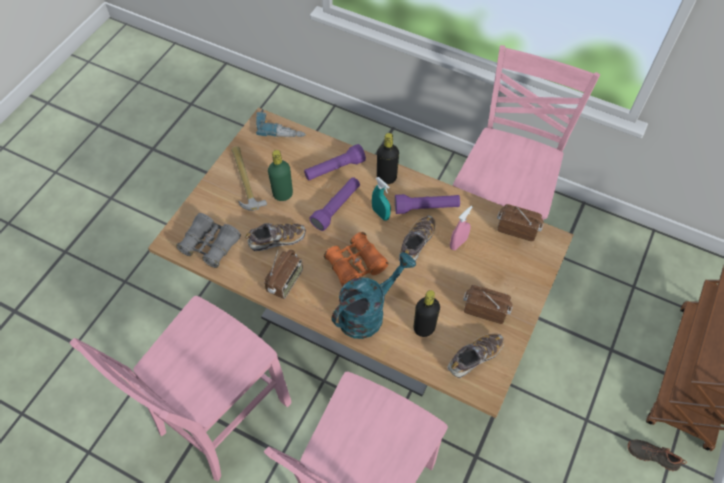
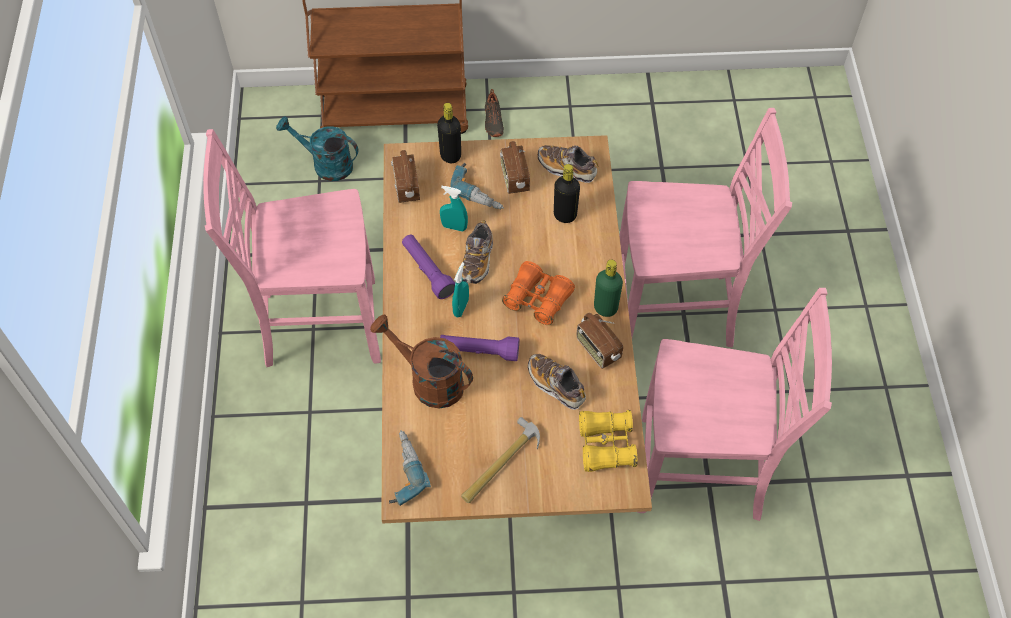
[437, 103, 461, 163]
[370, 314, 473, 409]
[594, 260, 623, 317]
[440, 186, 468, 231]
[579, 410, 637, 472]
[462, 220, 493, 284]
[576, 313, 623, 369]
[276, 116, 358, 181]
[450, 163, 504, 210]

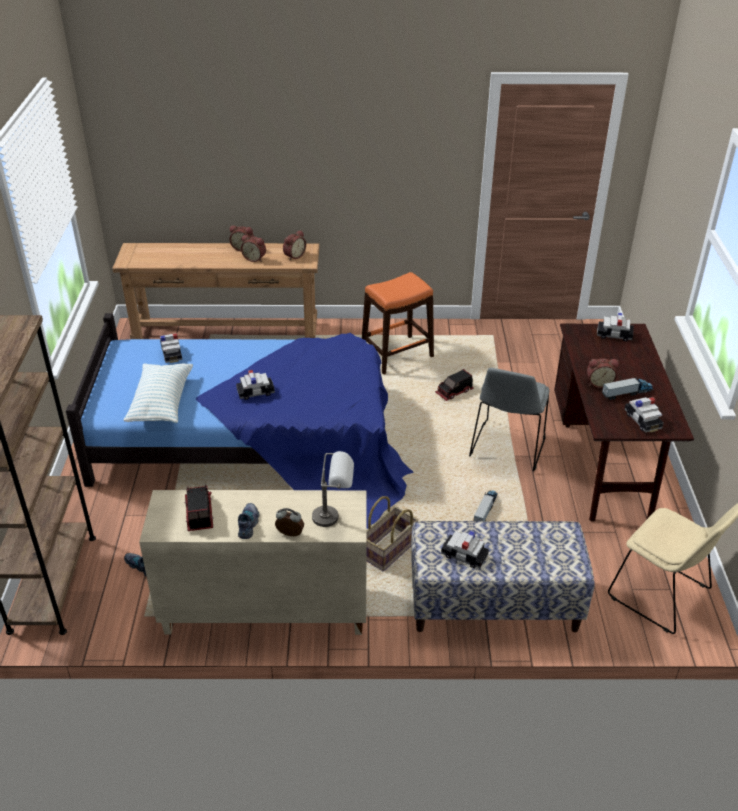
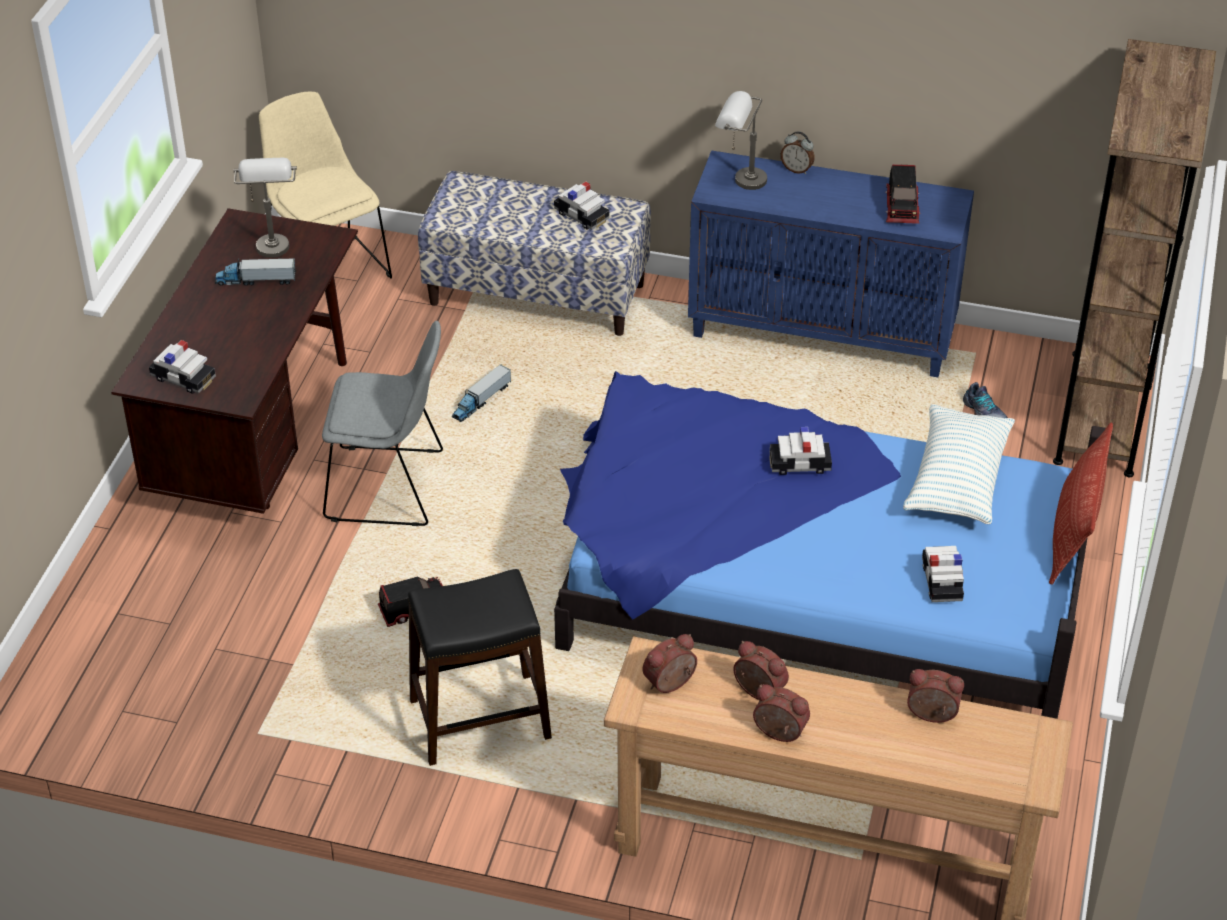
[408, 569, 552, 766]
[907, 669, 964, 723]
[322, 321, 443, 526]
[233, 158, 297, 258]
[688, 150, 974, 377]
[366, 496, 418, 571] (first image)
[238, 503, 259, 539] (first image)
[1049, 422, 1113, 585]

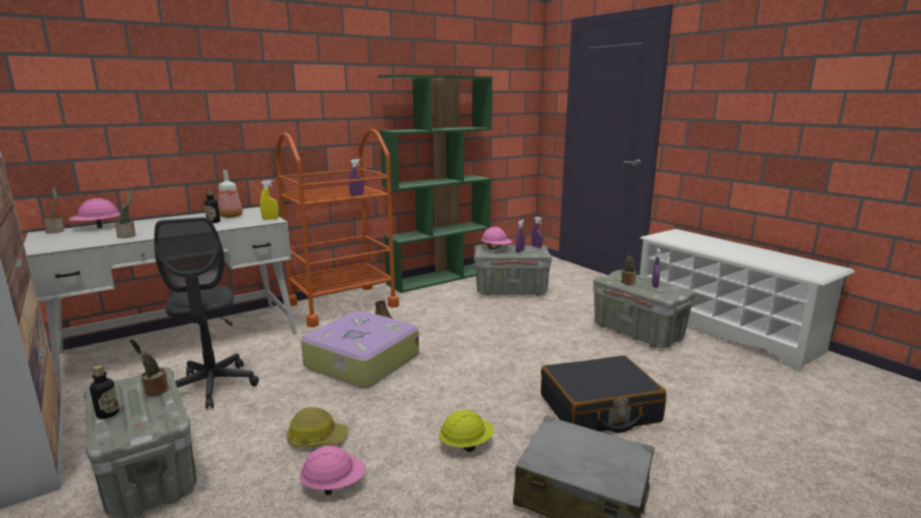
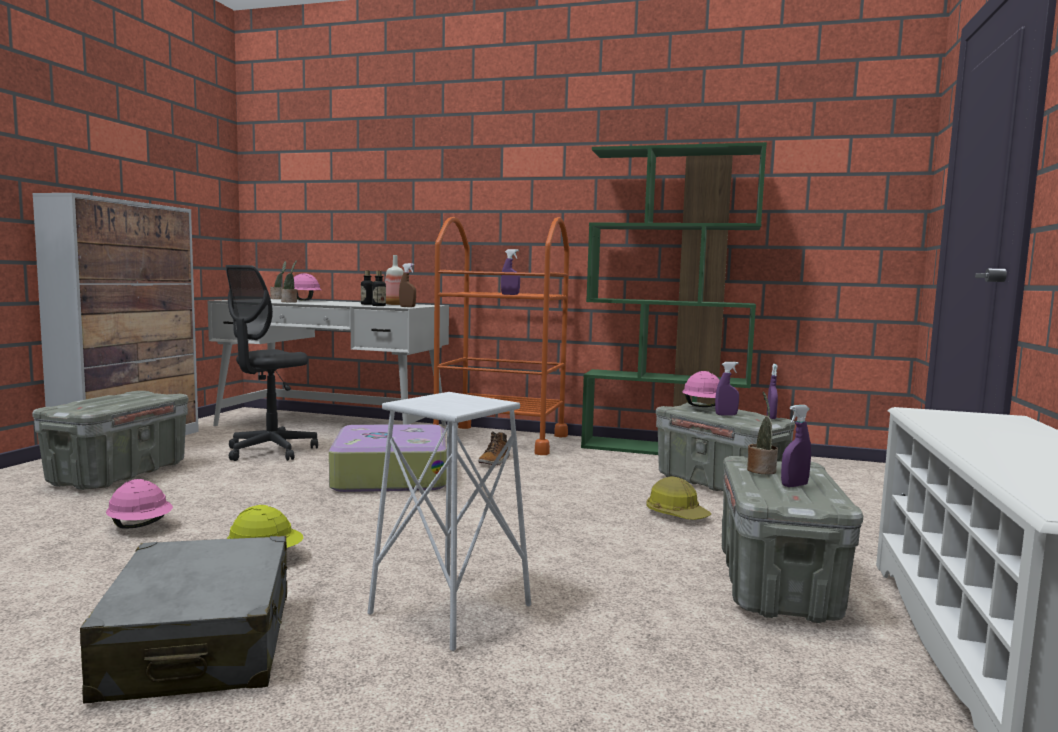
[399, 263, 416, 307]
[130, 339, 169, 396] (first image)
[367, 392, 531, 651]
[372, 271, 386, 306]
[647, 476, 711, 520]

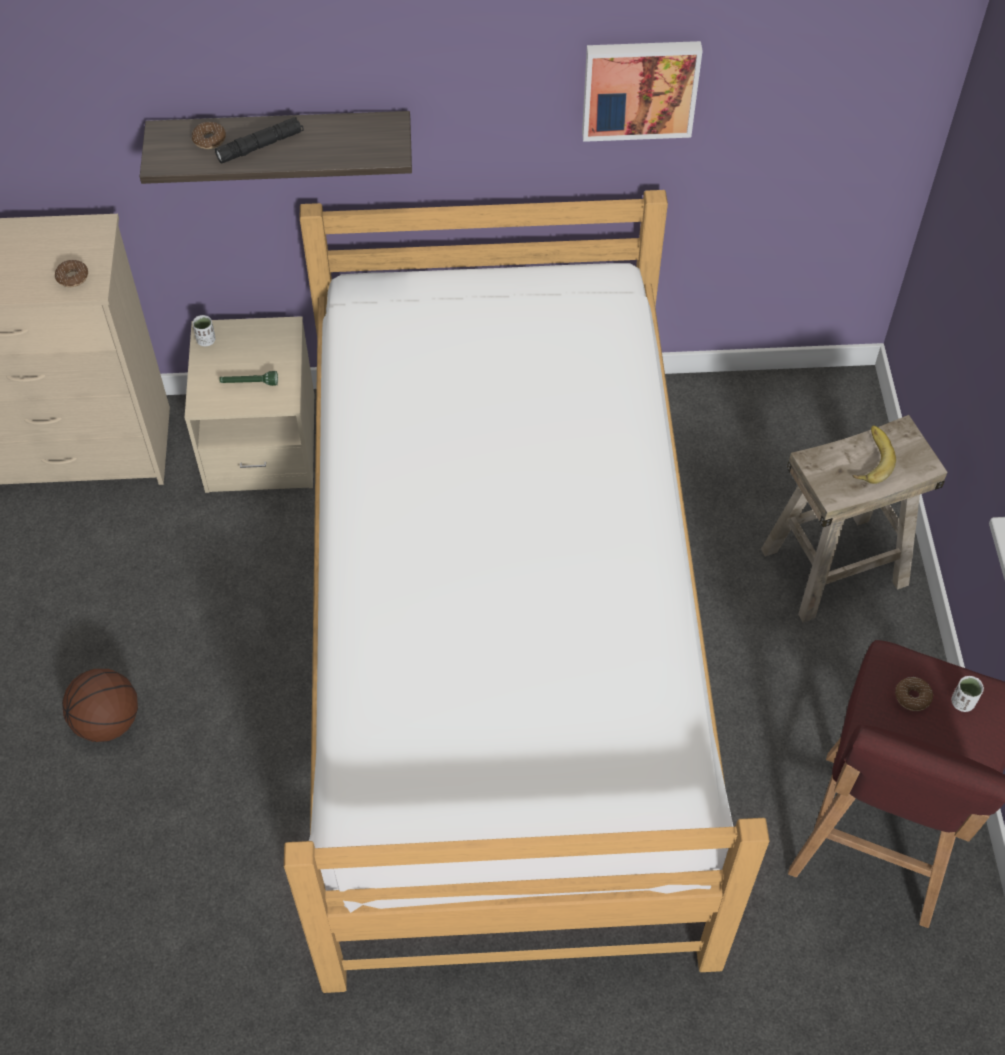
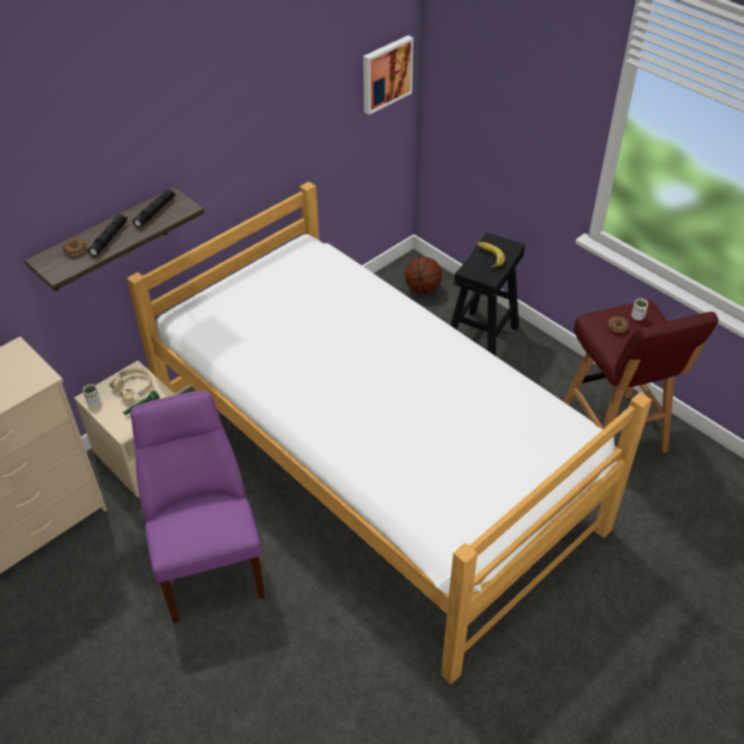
[363, 35, 414, 115]
[55, 260, 88, 287] (first image)
[450, 232, 525, 356]
[405, 257, 442, 294]
[133, 189, 175, 228]
[109, 368, 152, 402]
[130, 390, 265, 623]

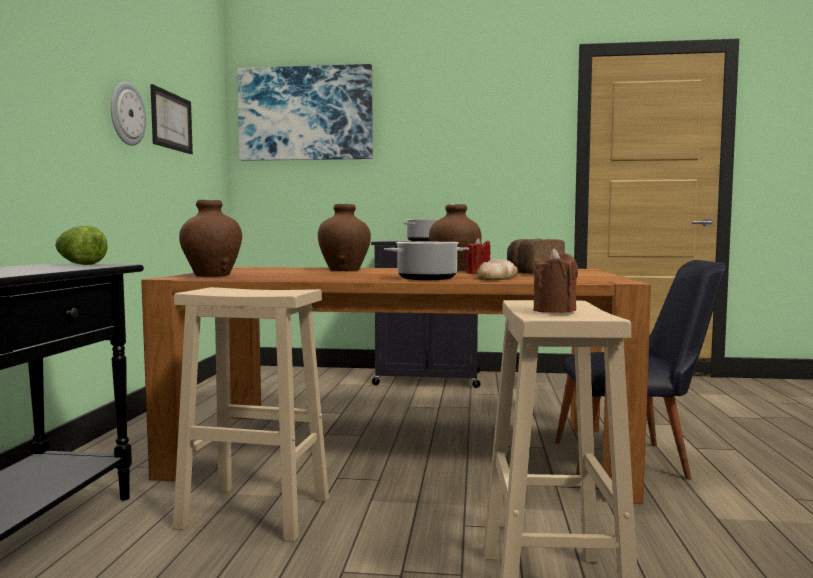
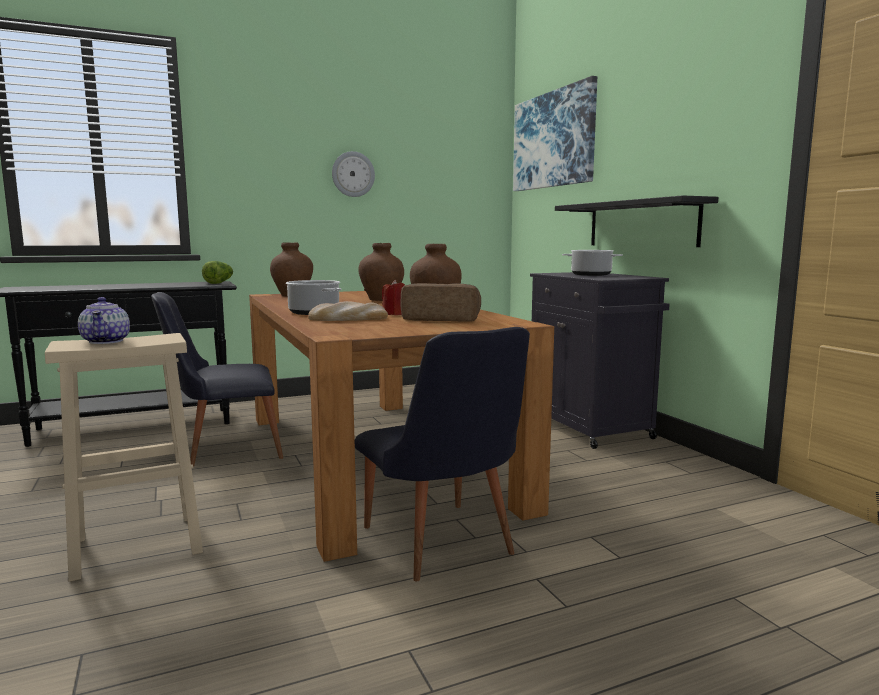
[150, 84, 193, 154] (first image)
[78, 297, 130, 344]
[151, 292, 283, 467]
[555, 195, 718, 247]

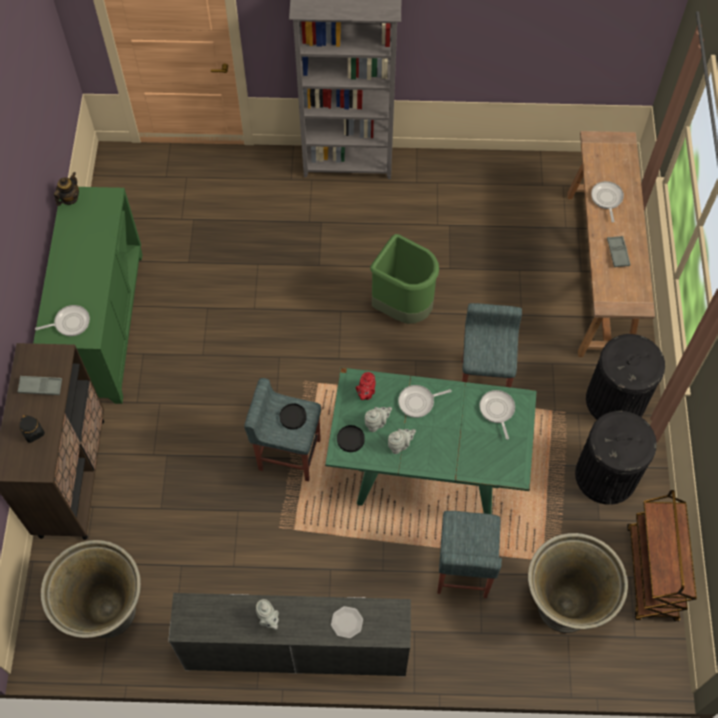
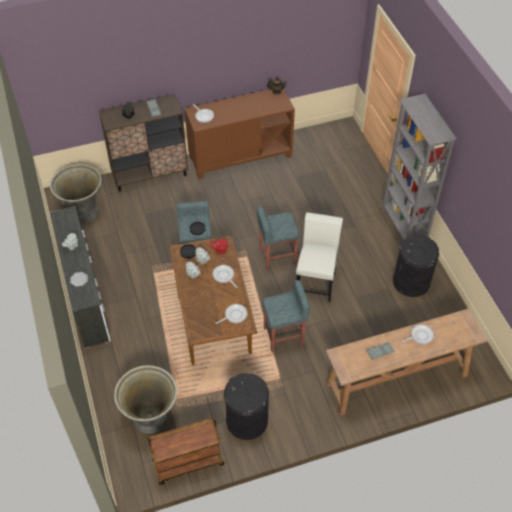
[184, 89, 295, 179]
[296, 212, 343, 302]
[393, 235, 439, 297]
[169, 235, 257, 365]
[257, 206, 300, 270]

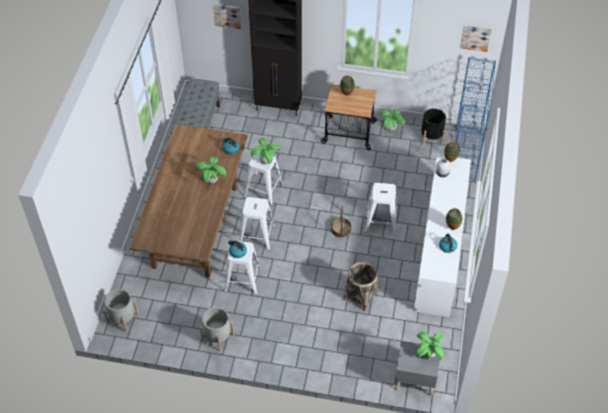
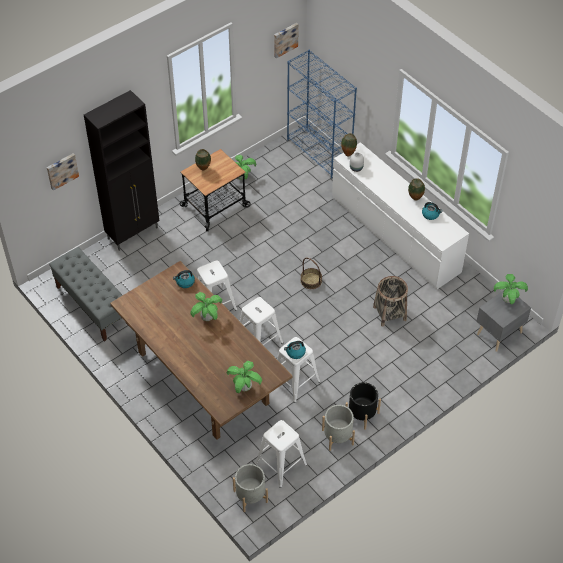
[346, 382, 381, 430]
[227, 361, 262, 393]
[255, 420, 307, 488]

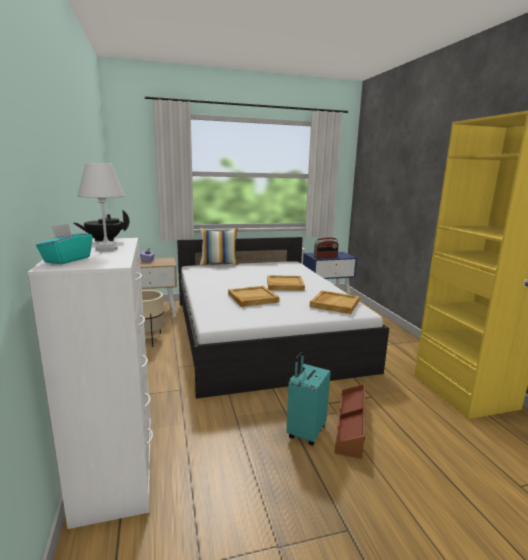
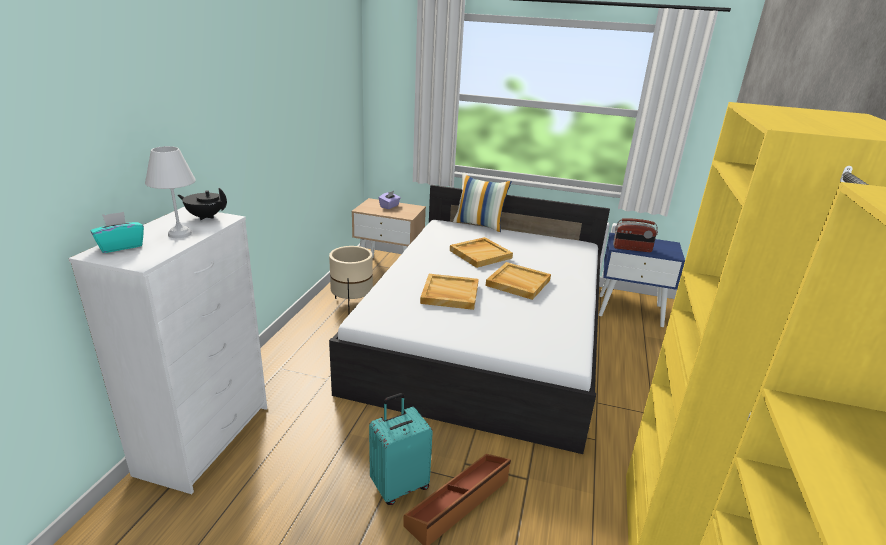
[450, 237, 513, 268]

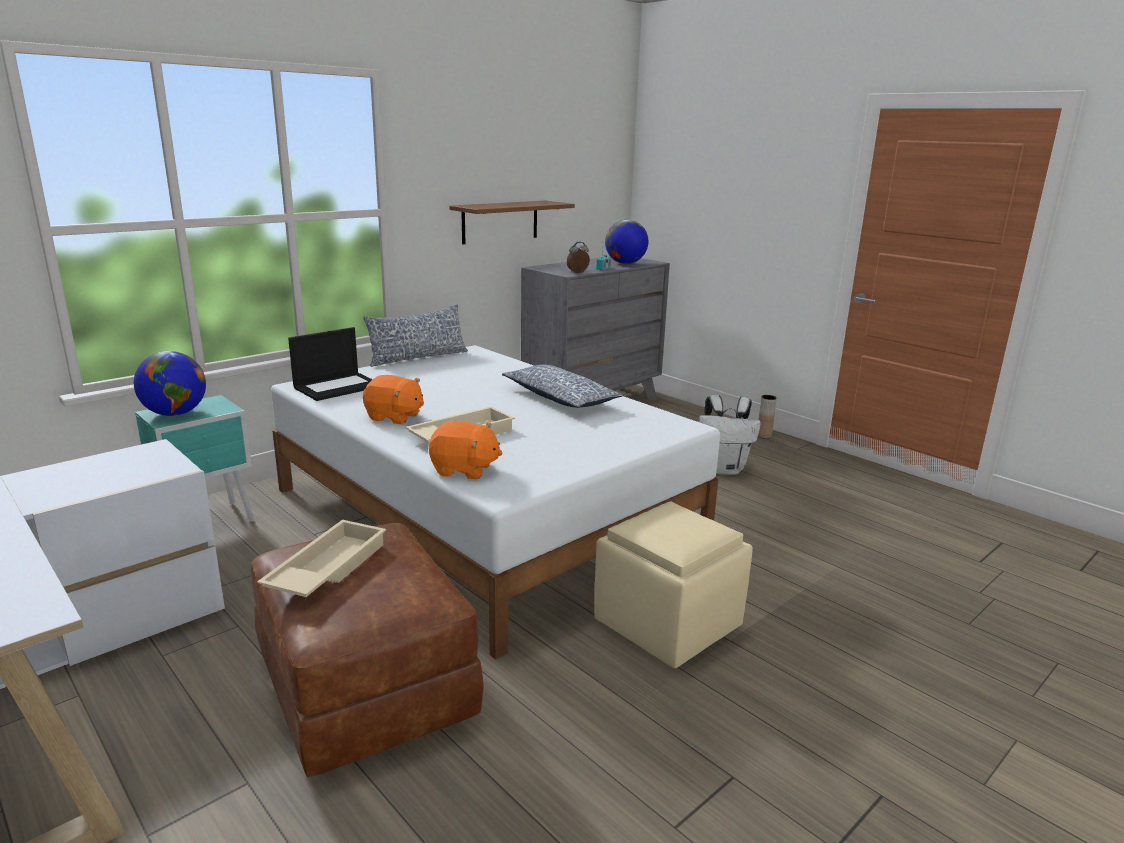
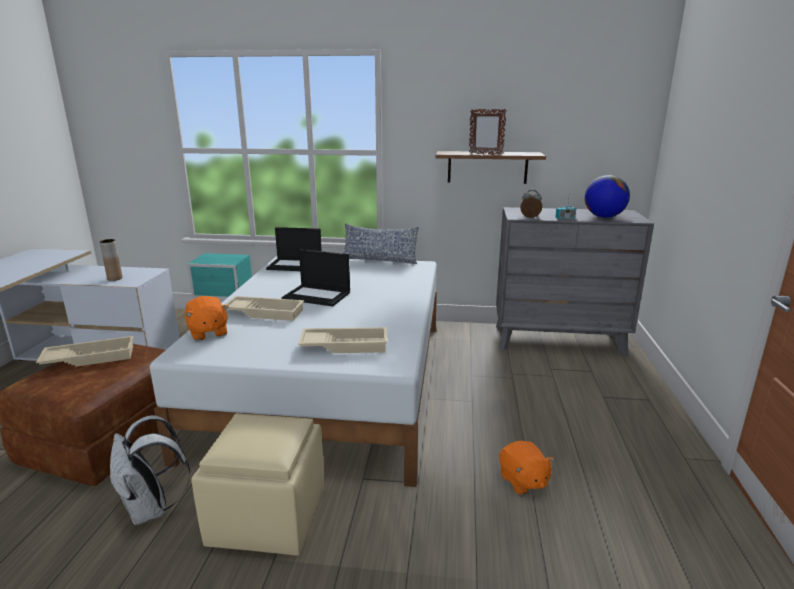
[134, 351, 206, 416] (first image)
[502, 364, 623, 408] (first image)
[499, 441, 554, 495]
[110, 415, 190, 525]
[100, 239, 123, 281]
[469, 109, 507, 155]
[282, 249, 350, 306]
[298, 327, 387, 353]

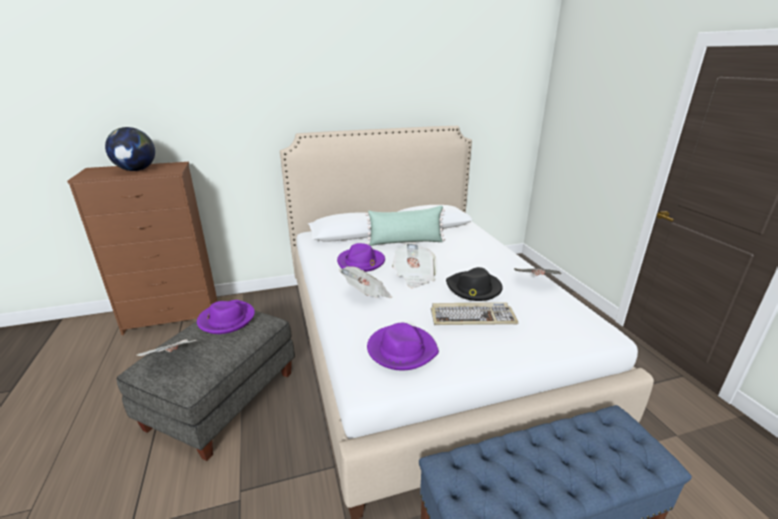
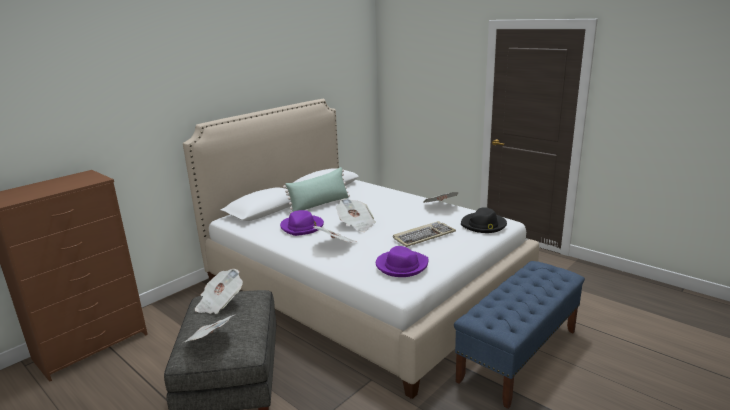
[105, 127, 155, 171] (first image)
[461, 207, 507, 233]
[195, 269, 243, 314]

